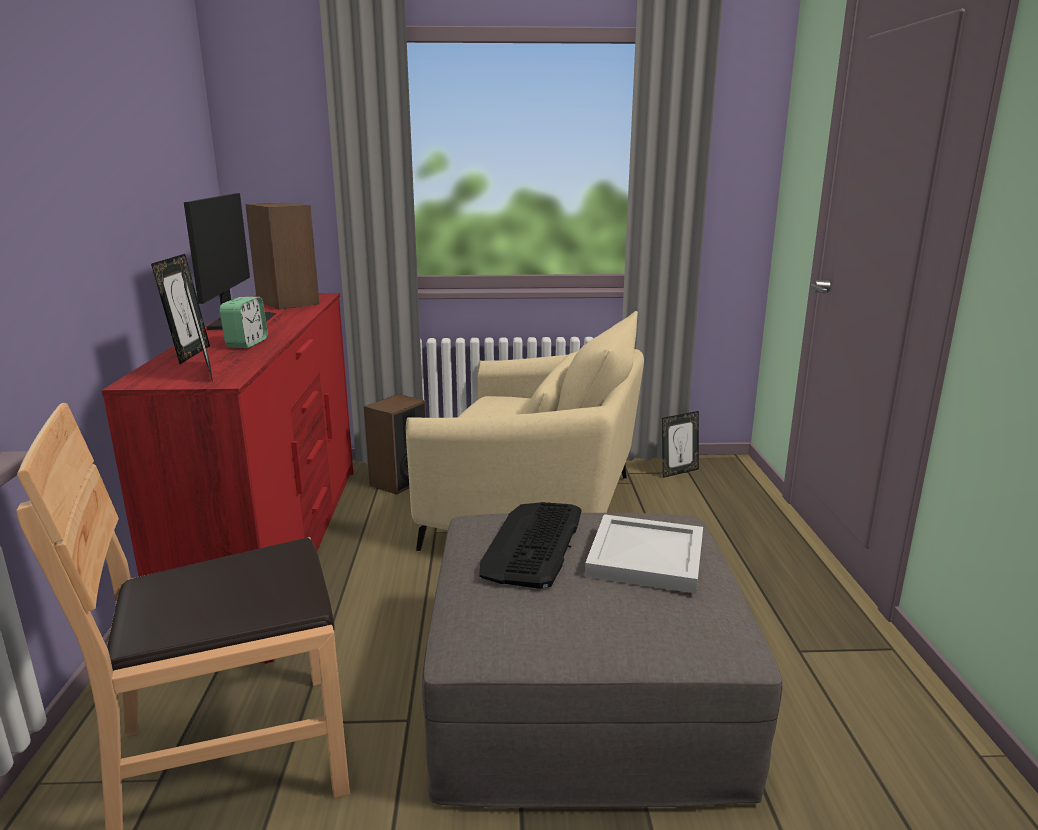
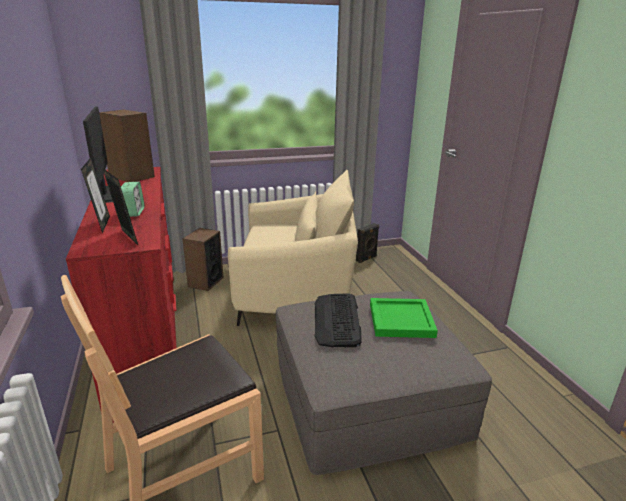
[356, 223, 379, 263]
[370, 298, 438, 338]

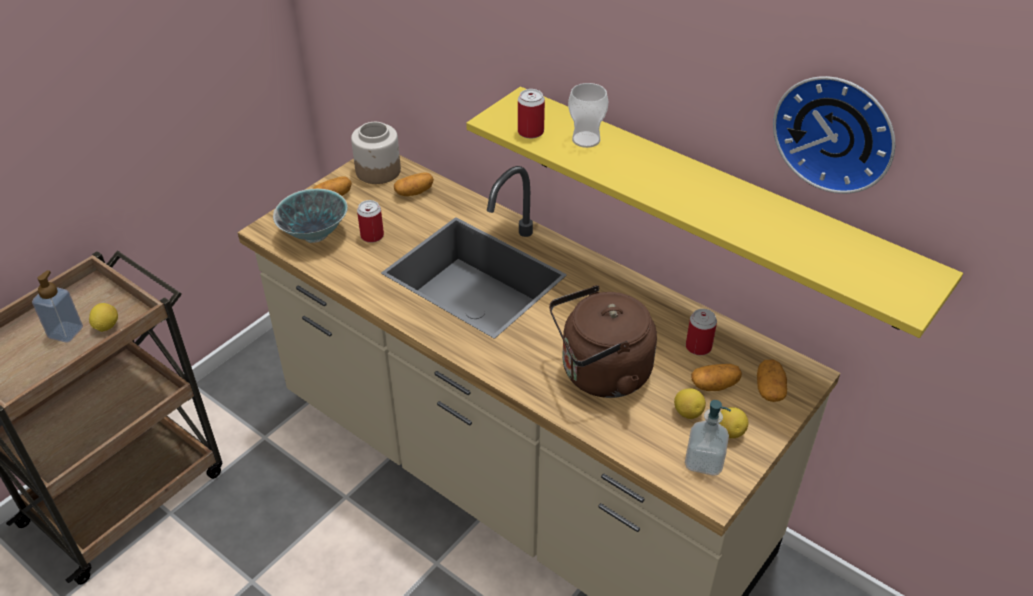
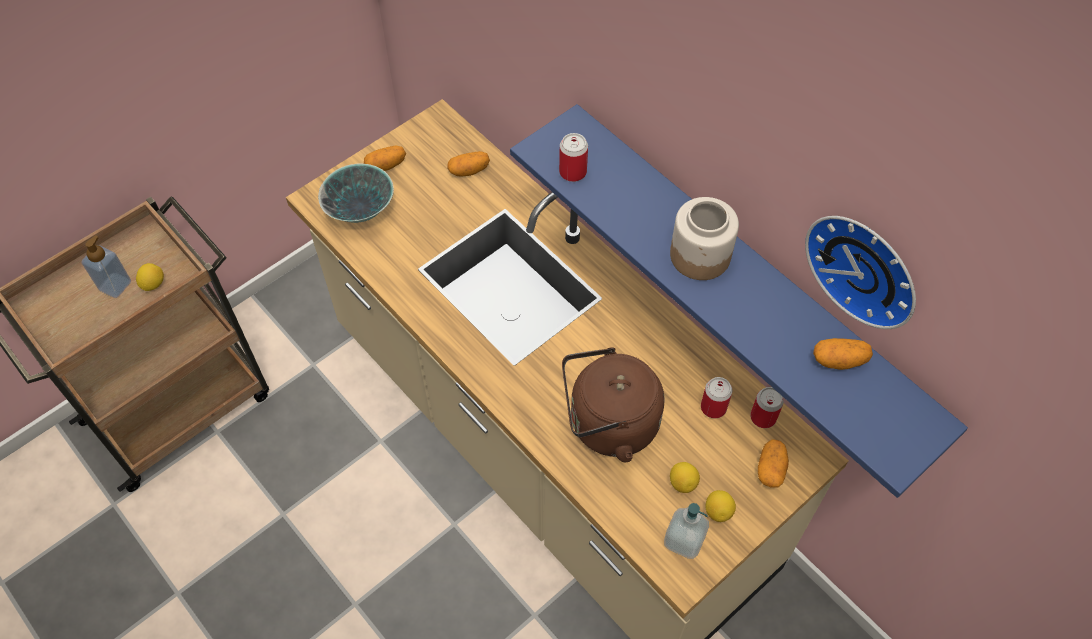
[568, 83, 608, 148] (first image)
[510, 104, 968, 498]
[670, 197, 739, 280]
[750, 387, 784, 428]
[813, 338, 873, 370]

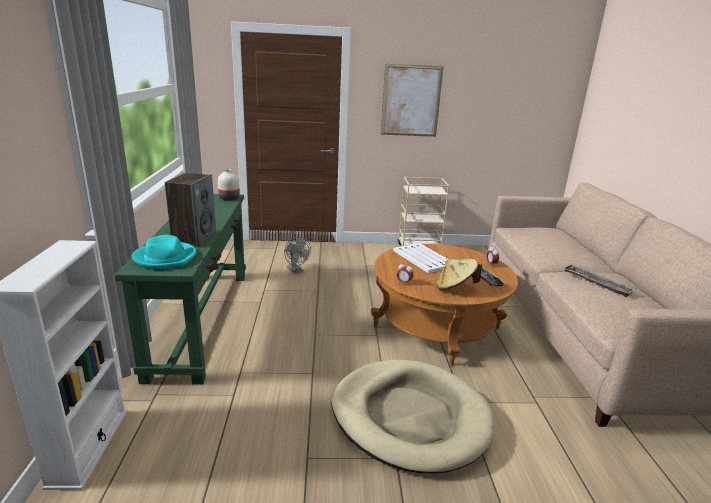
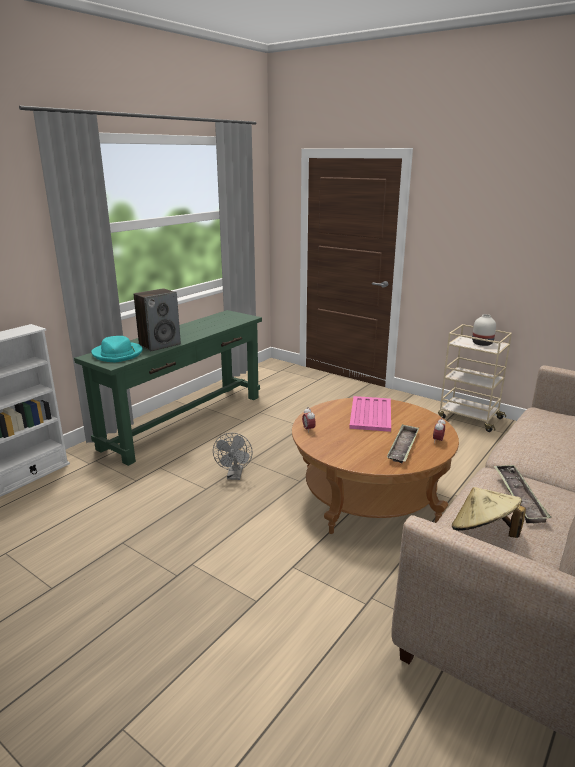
[381, 64, 444, 137] (first image)
[472, 314, 496, 346]
[213, 433, 253, 480]
[349, 396, 391, 432]
[452, 487, 526, 538]
[332, 359, 495, 473] (first image)

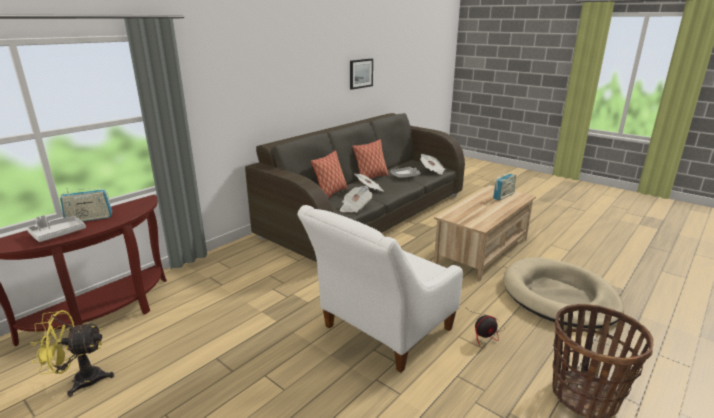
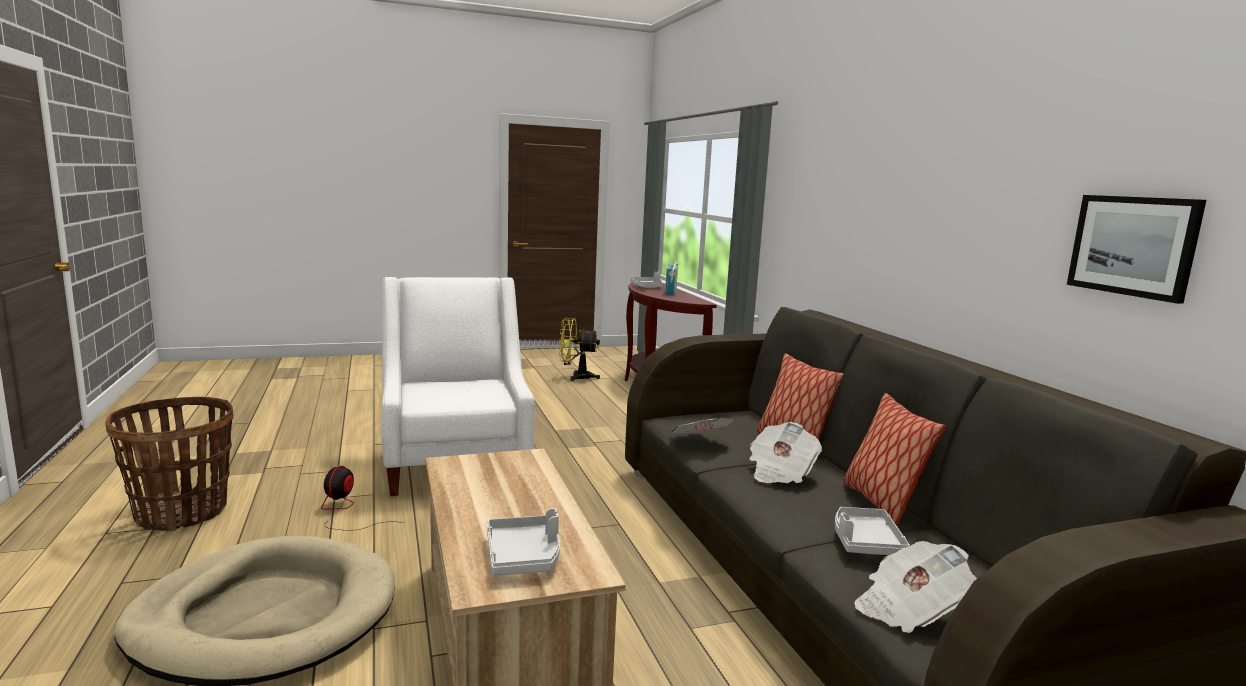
[487, 508, 560, 575]
[559, 318, 600, 381]

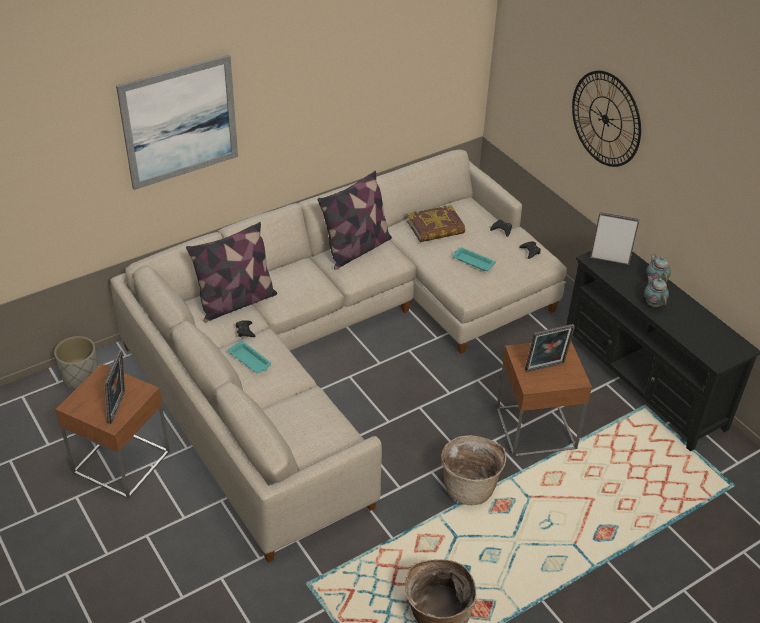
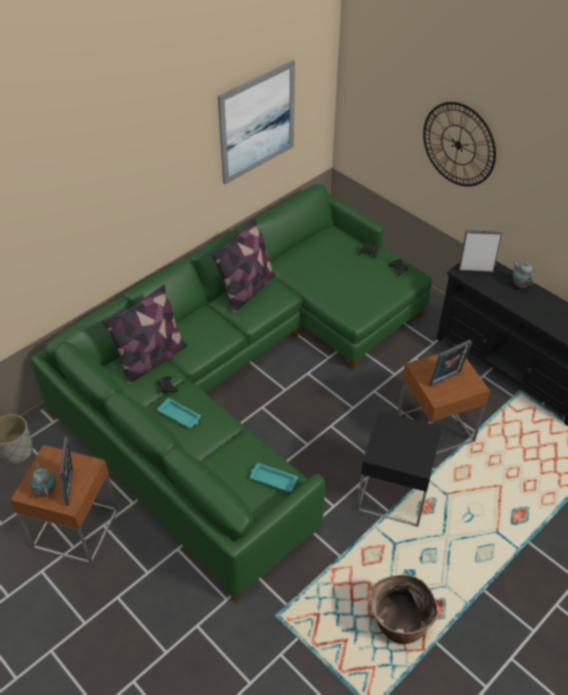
[218, 60, 295, 184]
[30, 184, 432, 602]
[407, 205, 465, 242] (first image)
[250, 463, 298, 492]
[30, 462, 56, 497]
[357, 411, 442, 527]

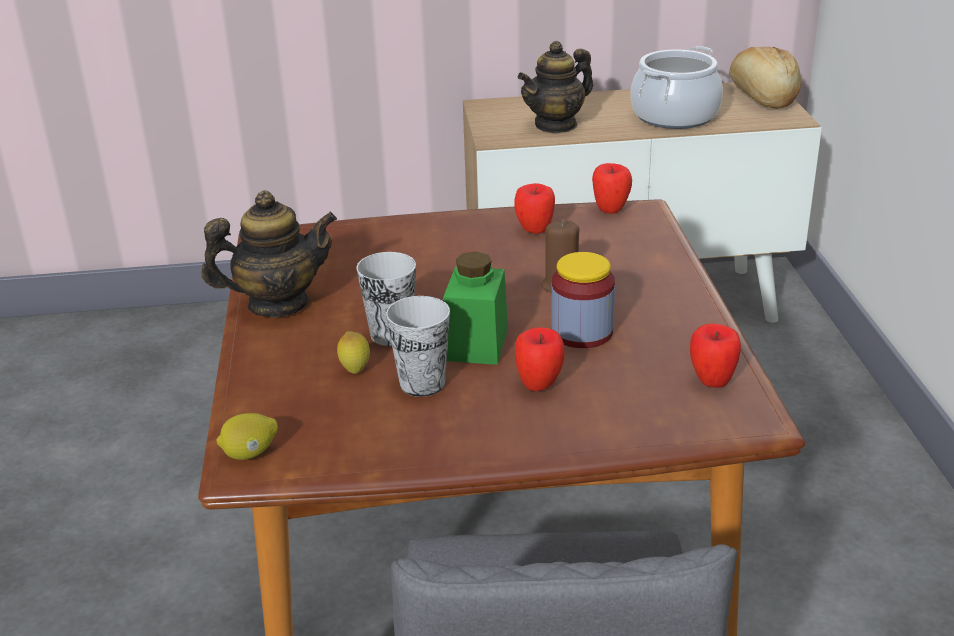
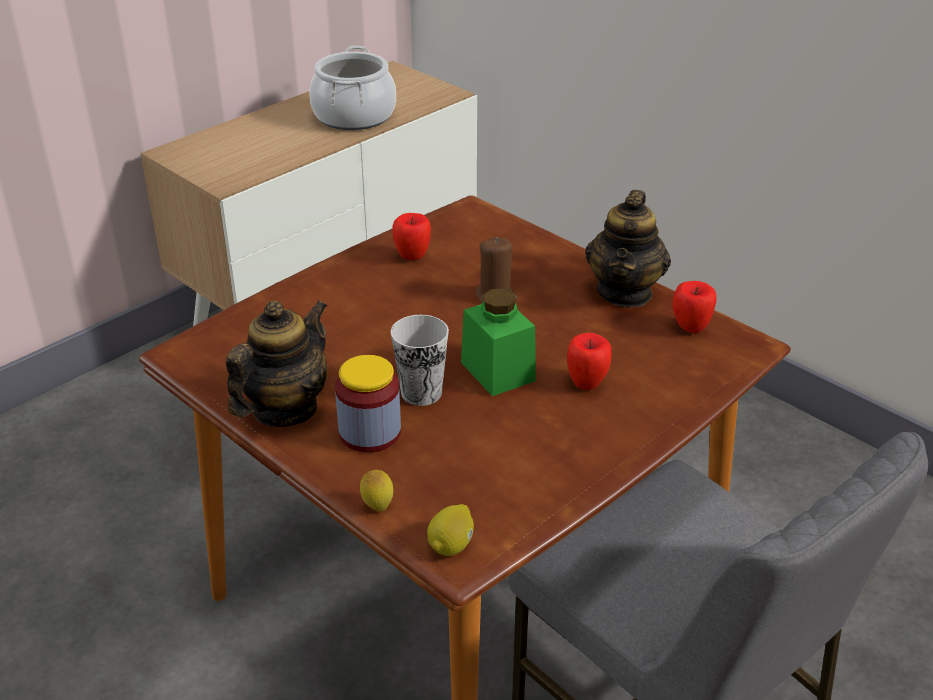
[585, 190, 671, 308]
[729, 47, 801, 109] (first image)
[592, 163, 632, 214] (first image)
[335, 355, 401, 452]
[386, 296, 450, 397] (first image)
[360, 470, 393, 511]

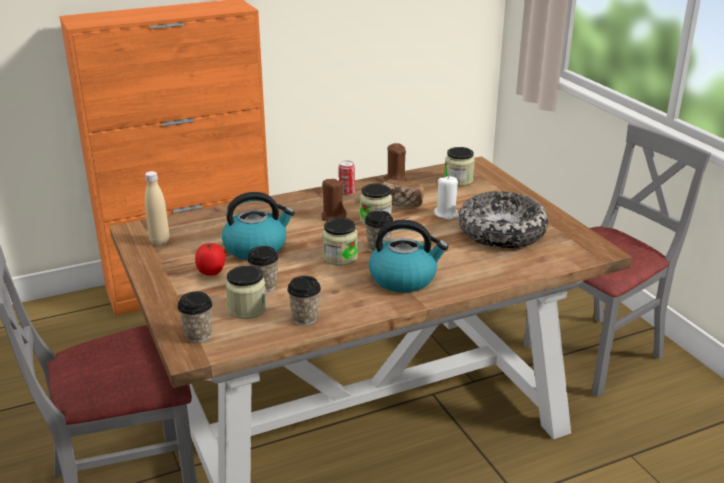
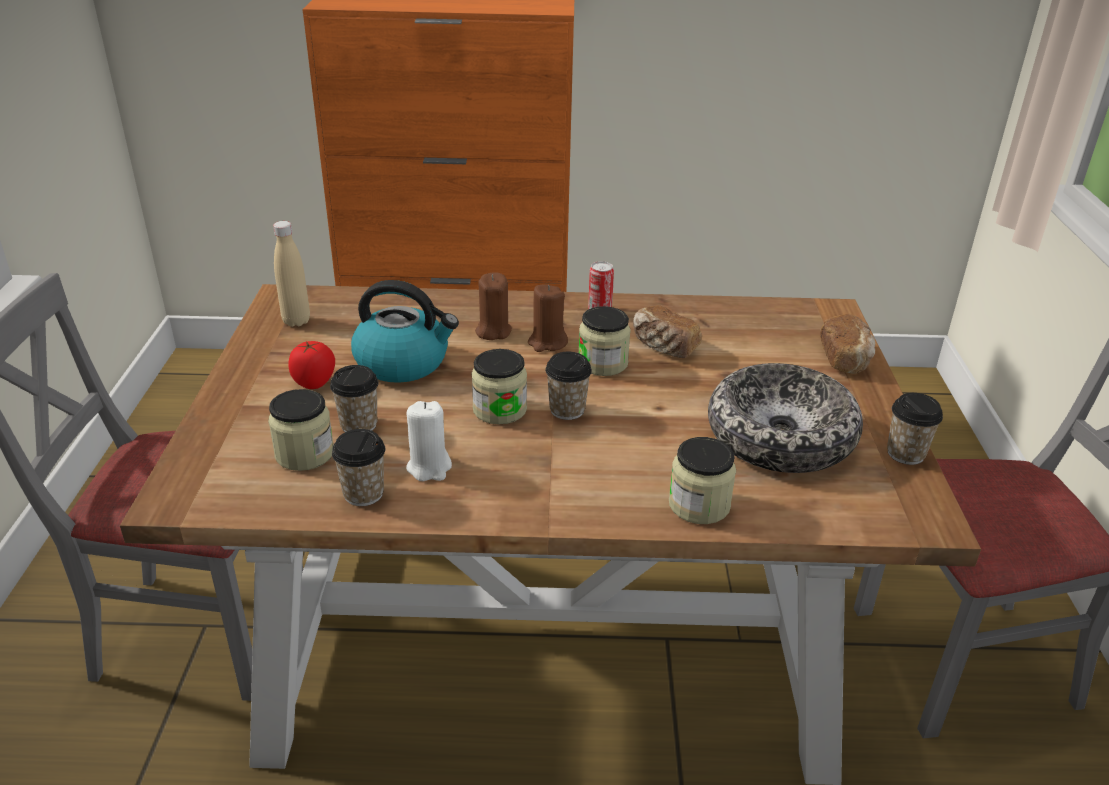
[475, 272, 512, 340]
[669, 437, 736, 524]
[406, 401, 452, 481]
[369, 220, 449, 292] (first image)
[887, 393, 943, 465]
[820, 314, 875, 374]

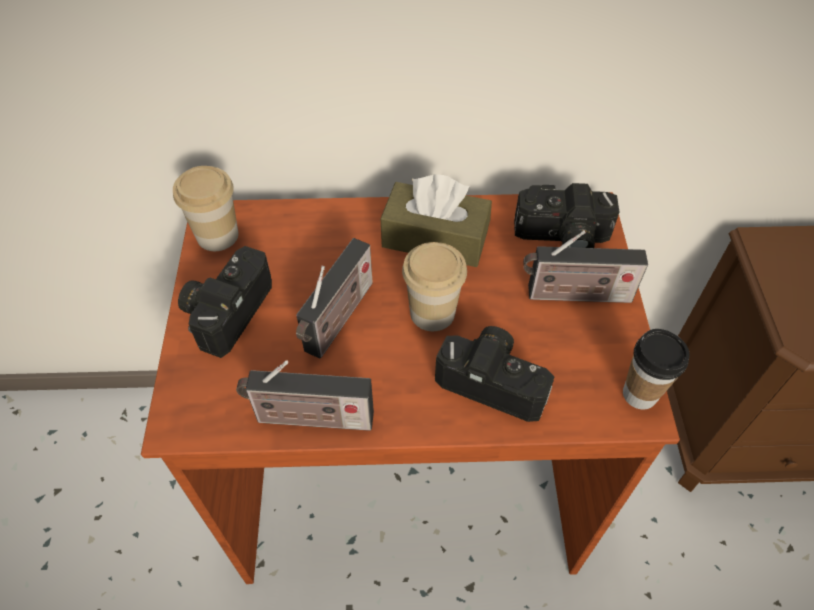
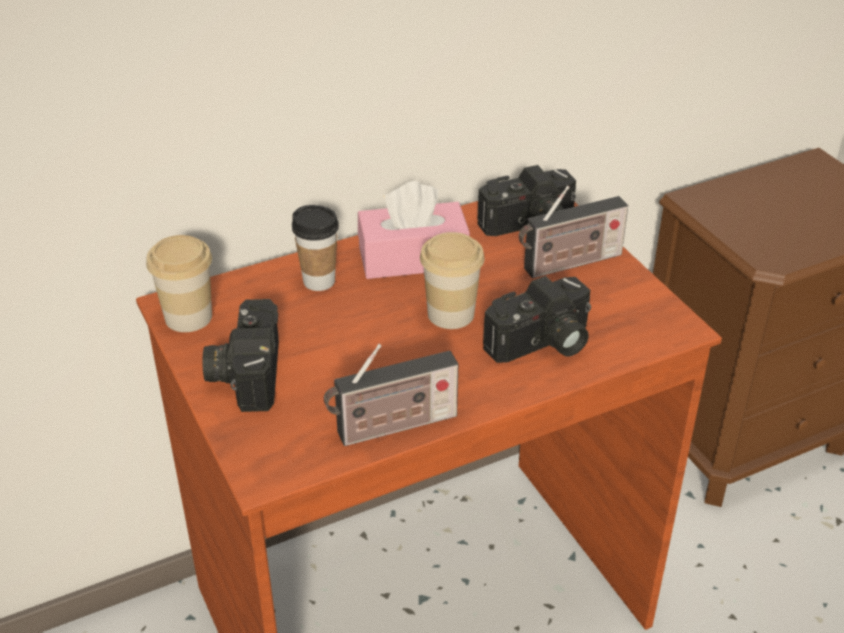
[358, 181, 470, 279]
[296, 238, 373, 359] (first image)
[483, 276, 591, 363]
[292, 205, 339, 291]

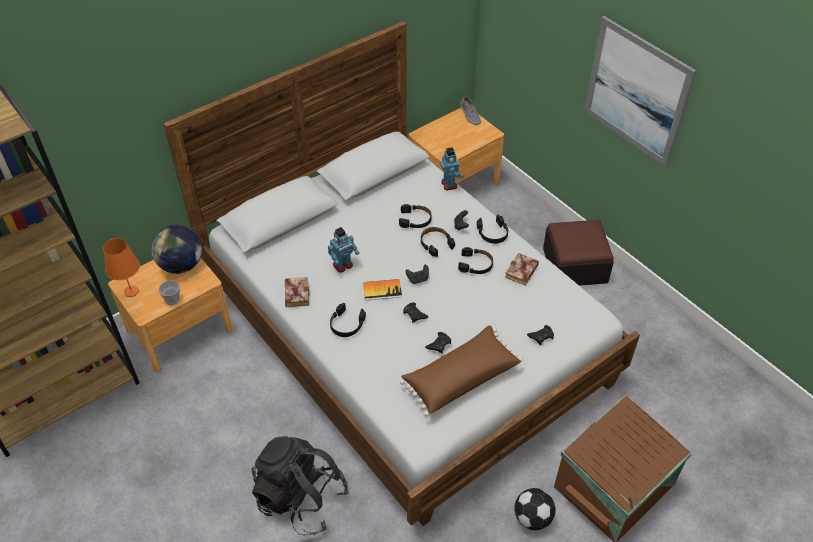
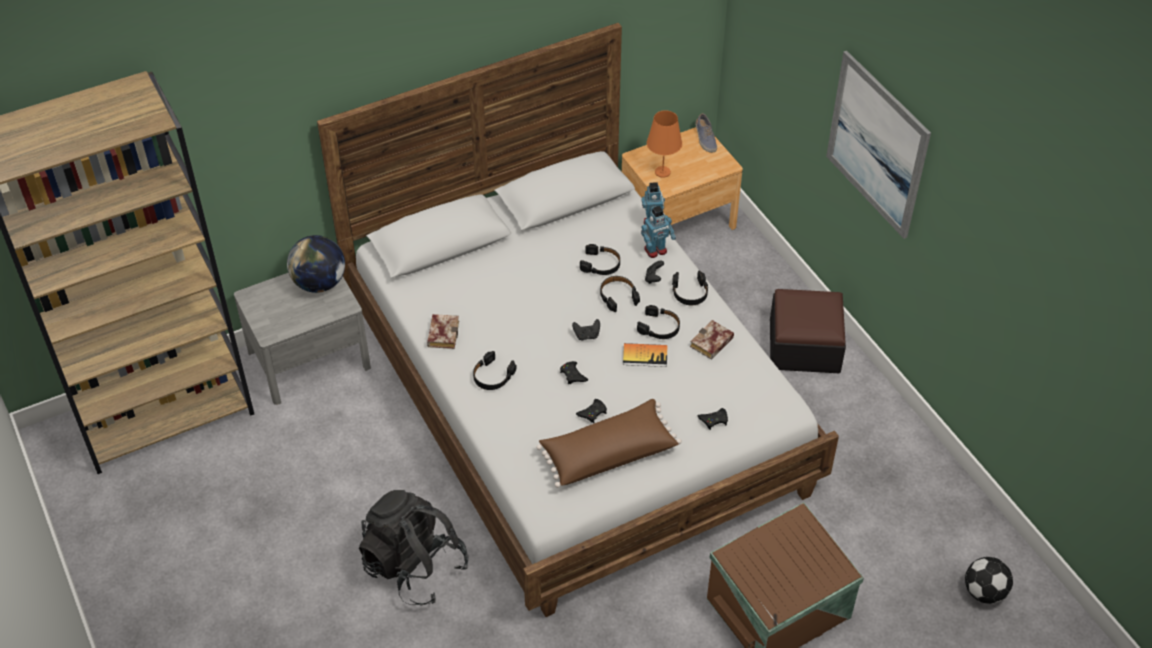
[641, 206, 676, 258]
[647, 110, 682, 178]
[234, 273, 371, 405]
[623, 343, 667, 367]
[158, 280, 180, 305] (first image)
[965, 557, 1013, 604]

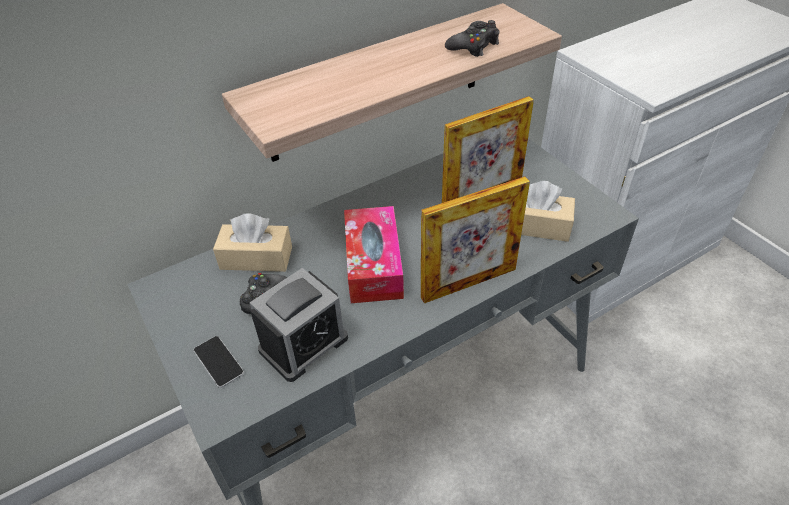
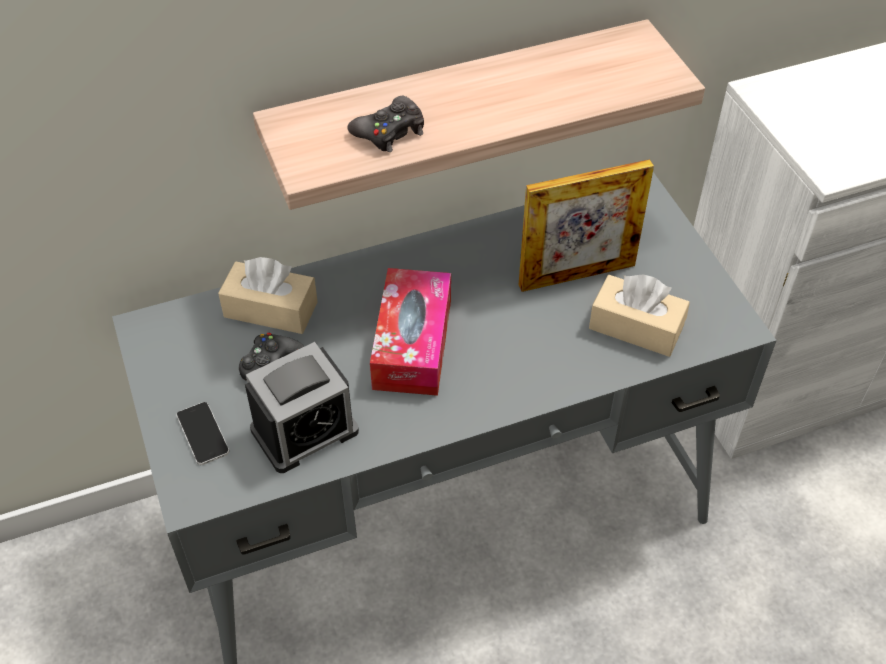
[347, 96, 424, 152]
[421, 176, 530, 304] (first image)

